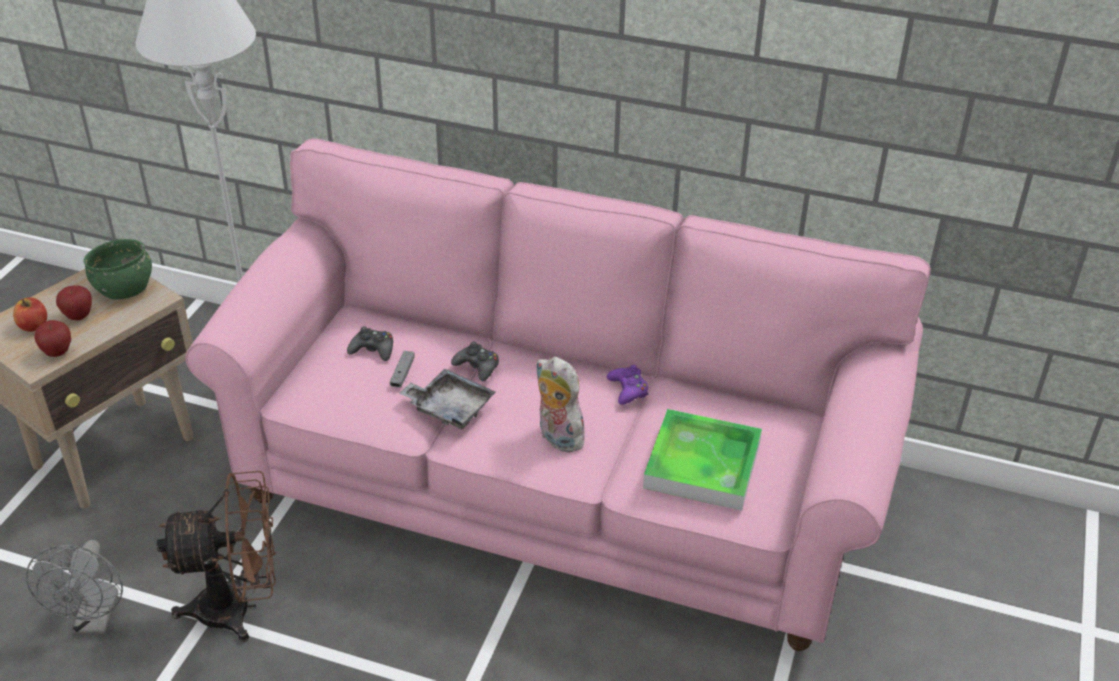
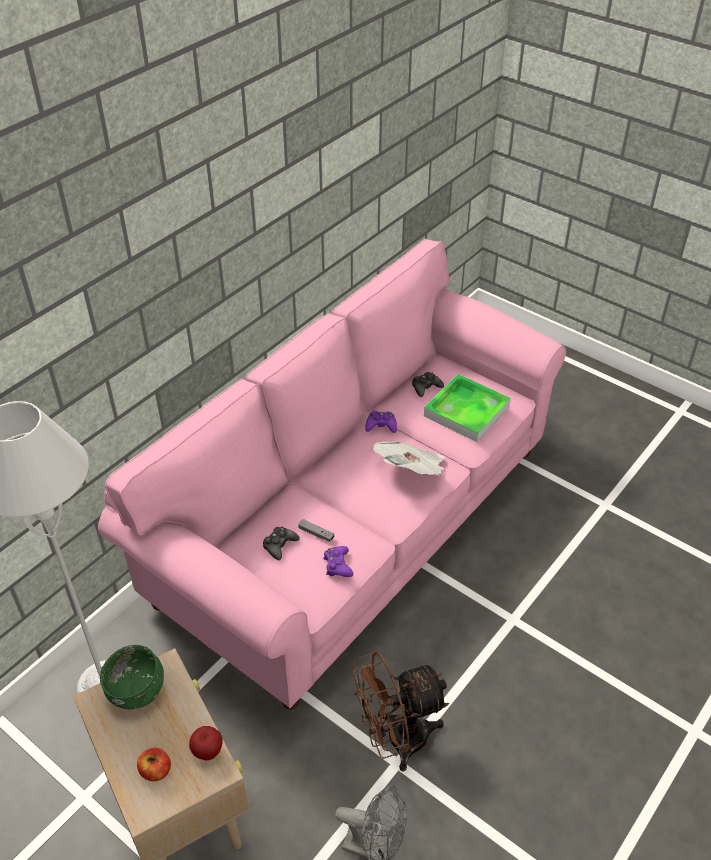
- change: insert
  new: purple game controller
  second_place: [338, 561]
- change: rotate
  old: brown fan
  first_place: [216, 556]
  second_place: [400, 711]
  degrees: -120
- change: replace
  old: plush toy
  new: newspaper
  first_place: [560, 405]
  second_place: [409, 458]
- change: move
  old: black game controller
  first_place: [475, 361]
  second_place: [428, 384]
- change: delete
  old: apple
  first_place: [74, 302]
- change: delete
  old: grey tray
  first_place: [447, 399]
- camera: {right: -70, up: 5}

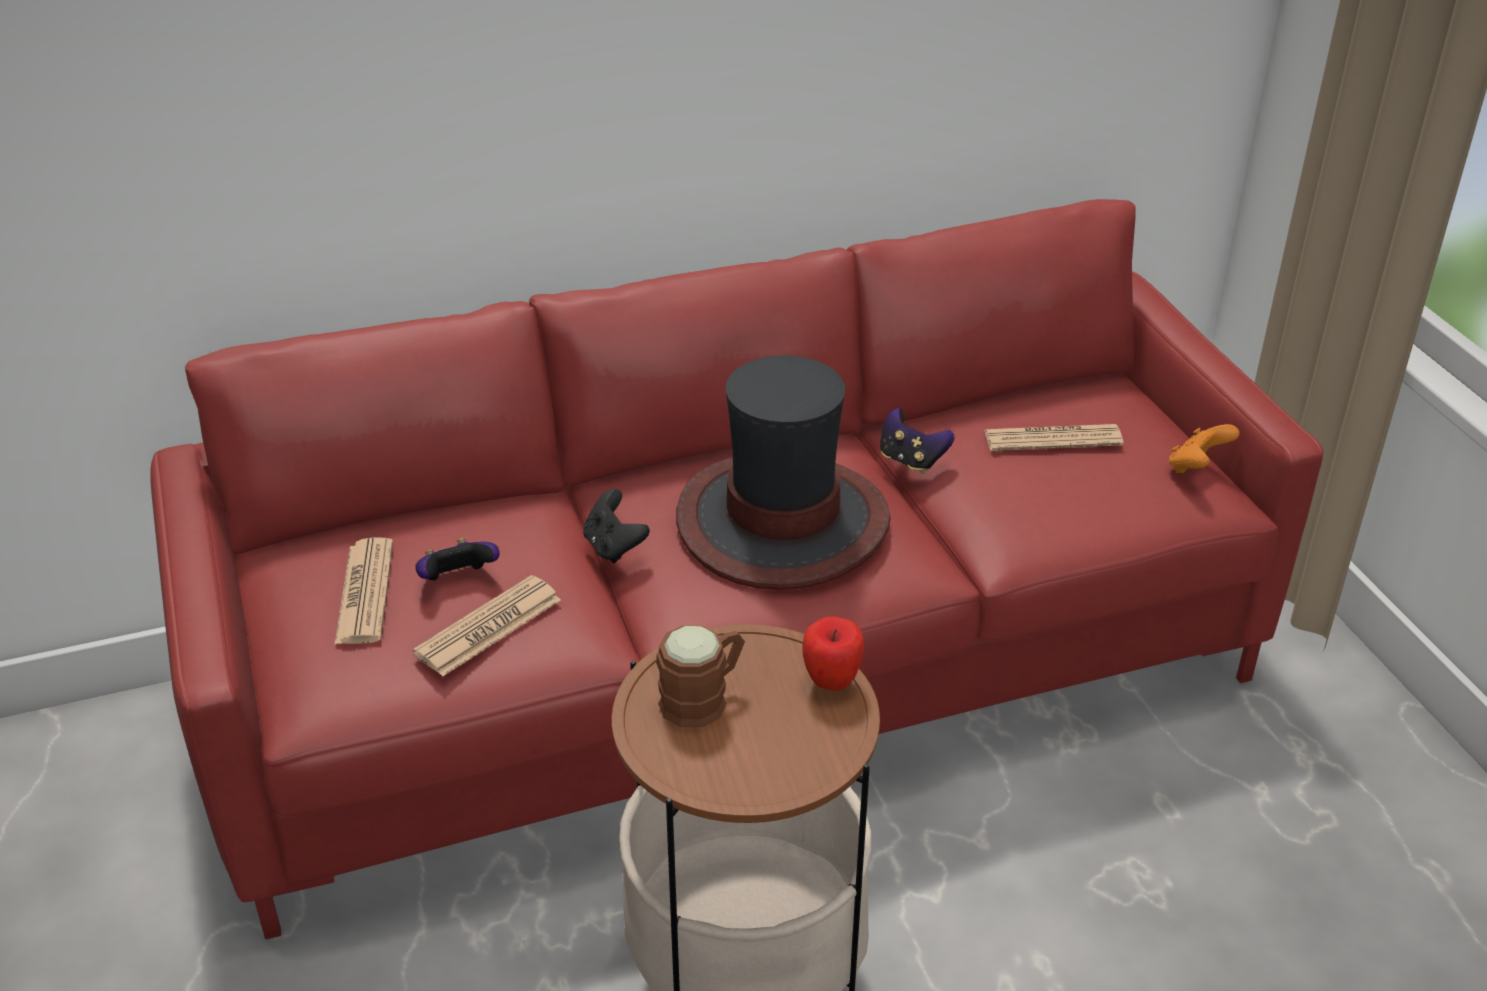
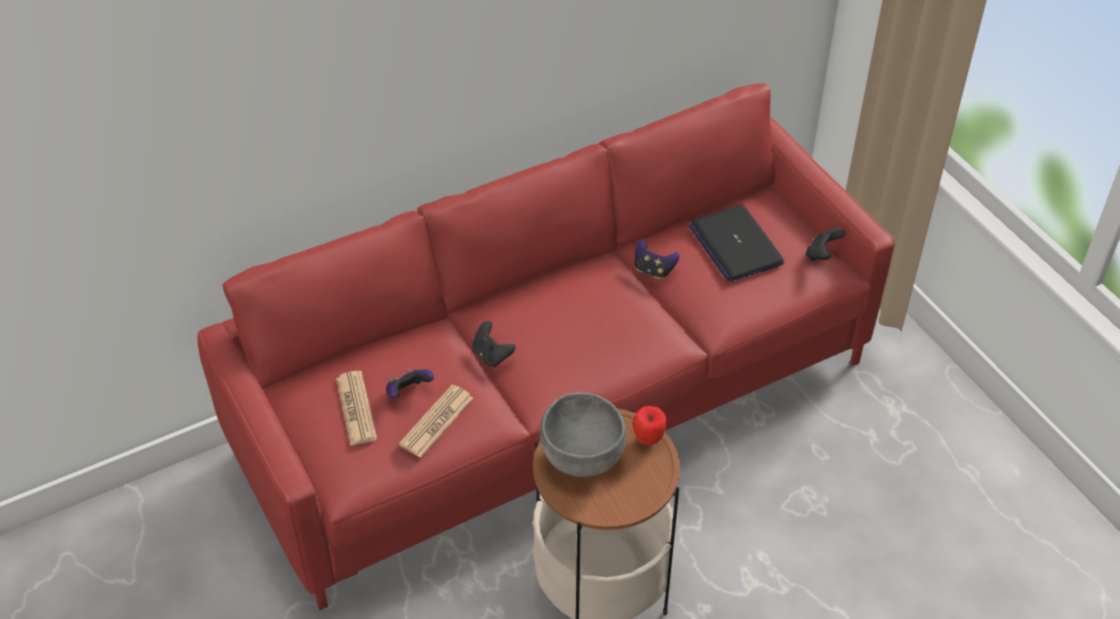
- change: replace
  old: brown mug
  new: grey bowl
  first_place: [700, 676]
  second_place: [583, 434]
- change: replace
  old: newspaper
  new: laptop
  first_place: [1054, 437]
  second_place: [736, 243]
- change: recolor
  old: orange game controller
  new: black game controller
  first_place: [1204, 448]
  second_place: [826, 244]
- change: delete
  old: hat
  first_place: [783, 473]
- camera: {right: -10, up: 10}

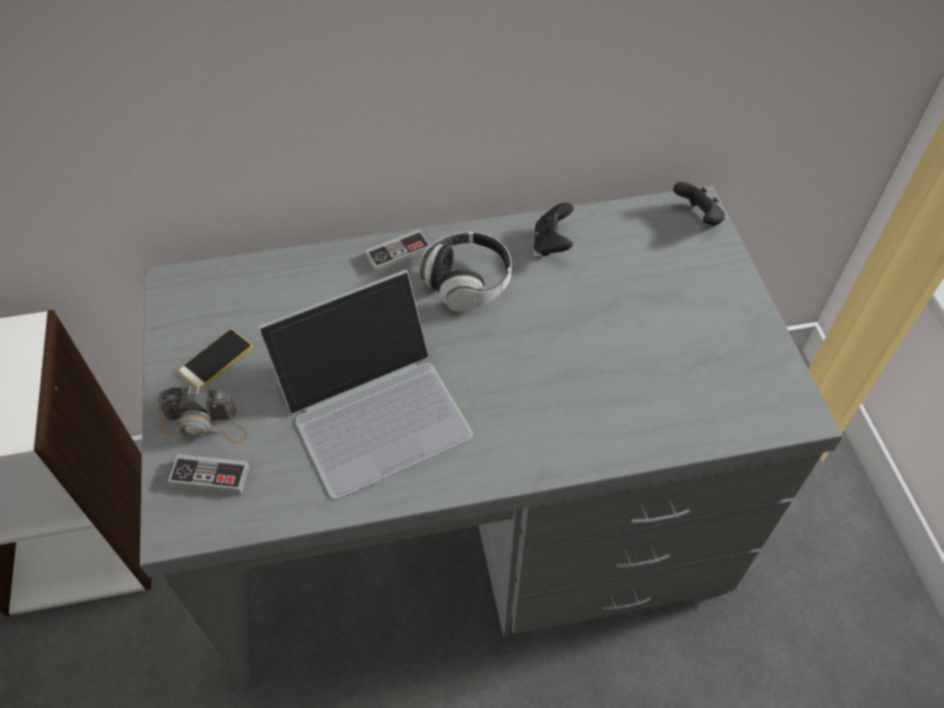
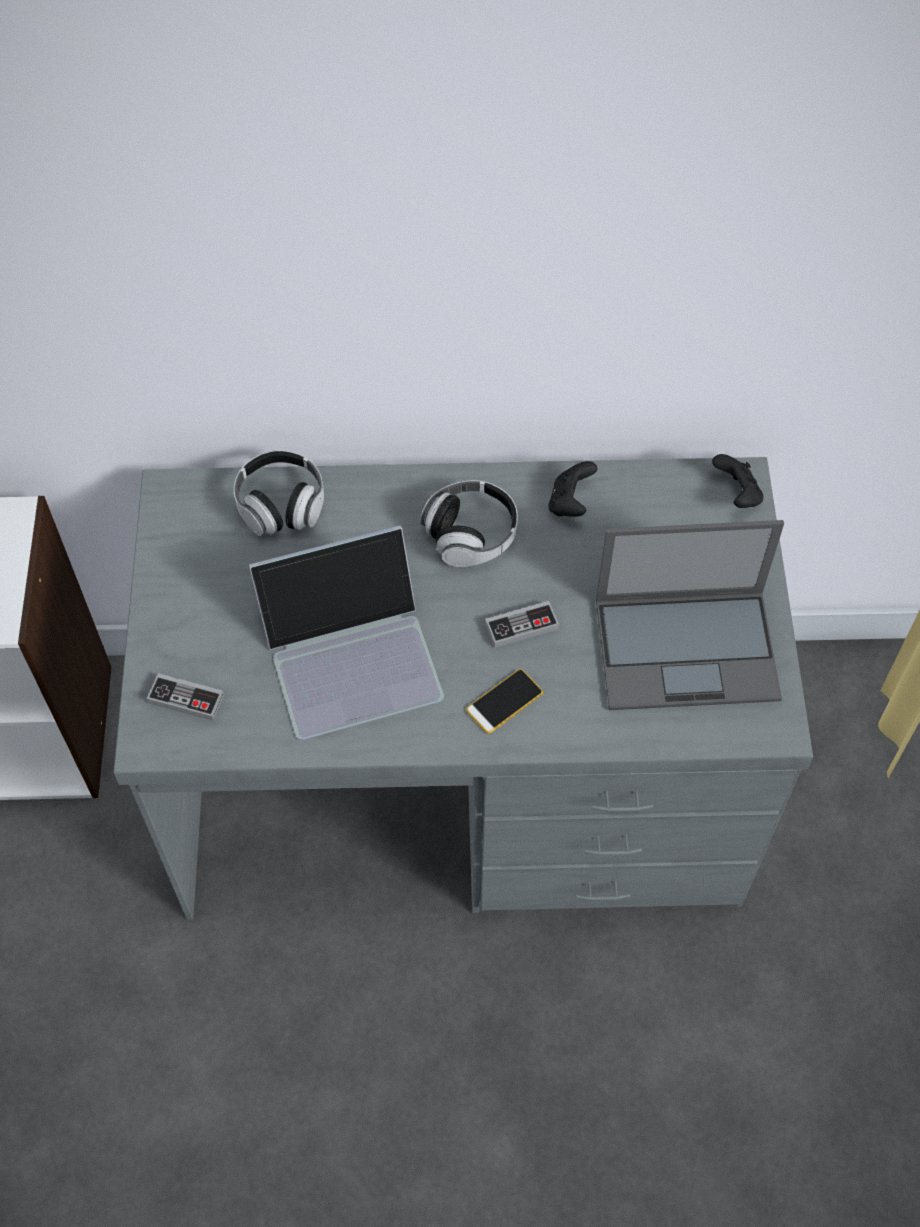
- change: insert
  new: headphones
  second_place: [279, 493]
- change: move
  old: phone
  first_place: [215, 358]
  second_place: [504, 701]
- change: move
  old: game controller
  first_place: [397, 251]
  second_place: [522, 624]
- change: insert
  new: laptop
  second_place: [690, 615]
- change: delete
  old: photo camera
  first_place: [202, 414]
- camera: {right: 10, up: 5}

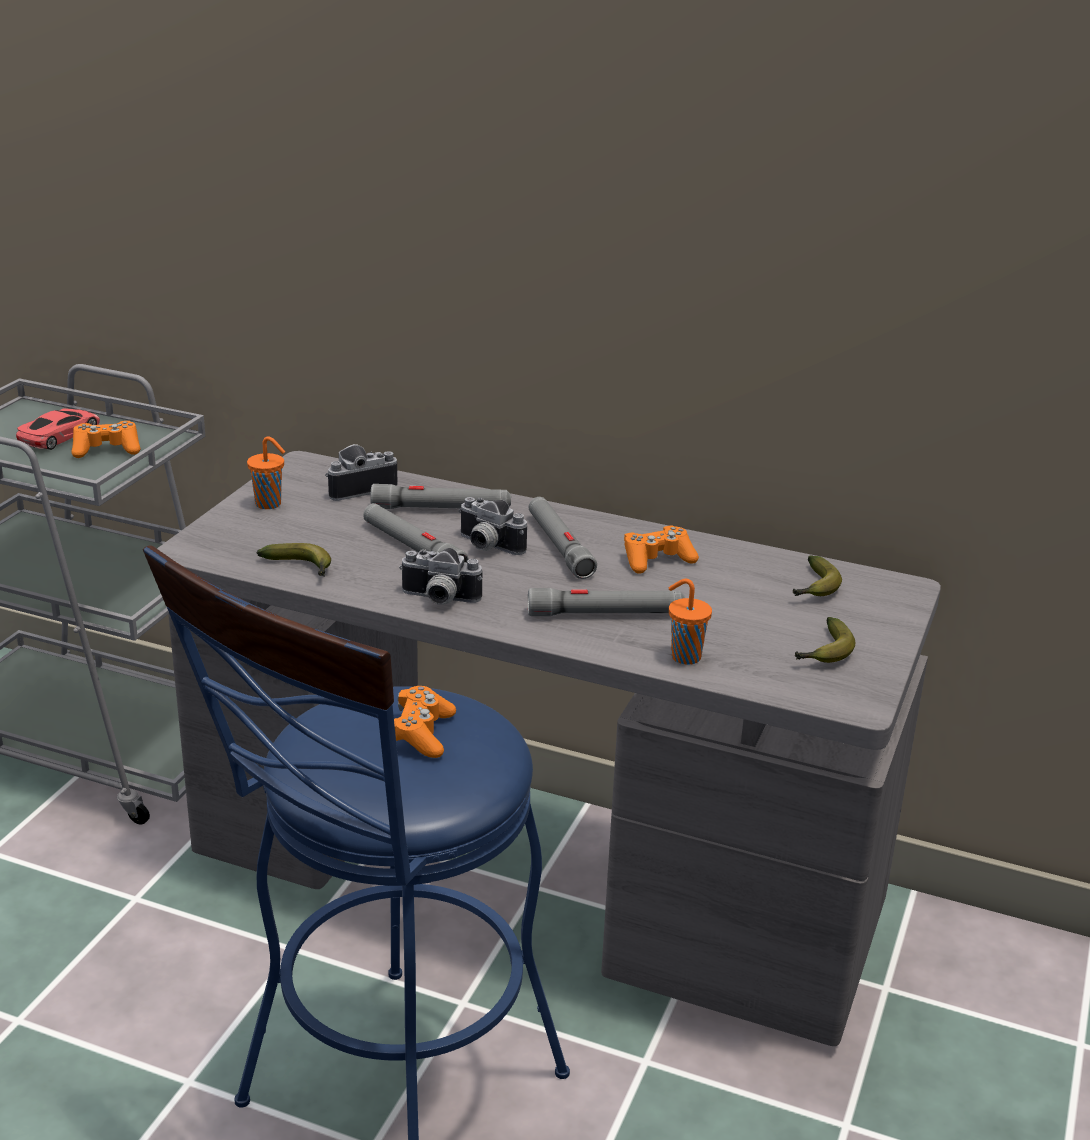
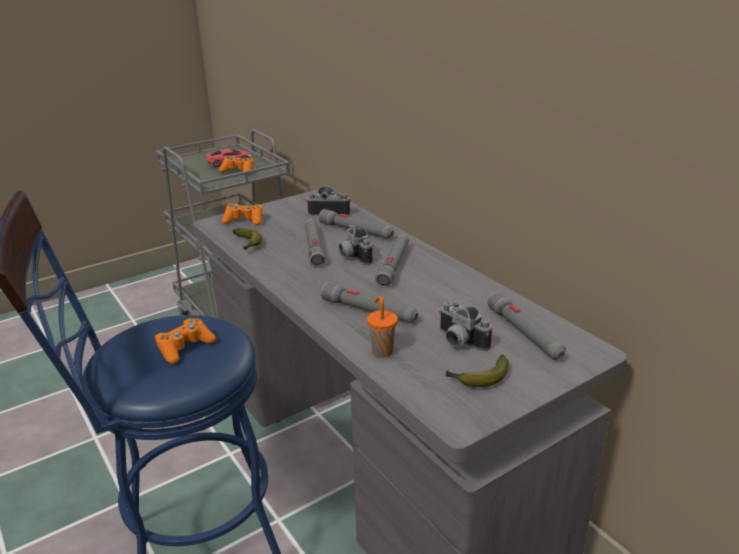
- change: move
  old: orange game controller
  first_place: [661, 549]
  second_place: [242, 214]
- change: move
  old: photo camera
  first_place: [440, 576]
  second_place: [465, 326]
- change: replace
  old: banana
  new: grey flashlight
  first_place: [817, 575]
  second_place: [526, 326]
- change: delete
  old: orange cup
  first_place: [266, 472]
- camera: {right: 35, up: 0}

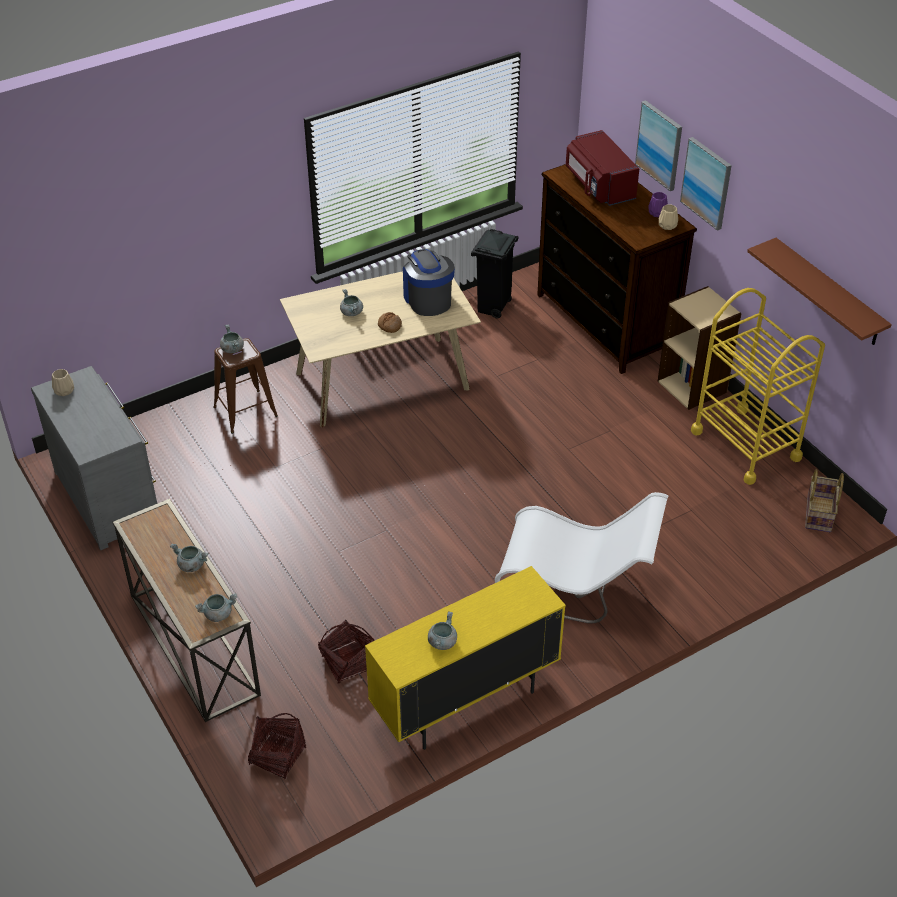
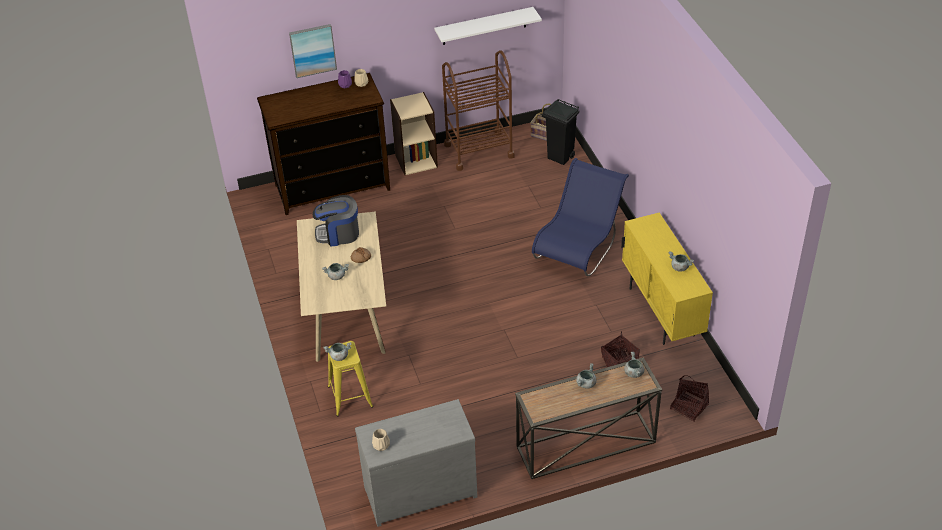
- change: recolor
  old: brown stool
  new: yellow stool
  first_place: [245, 386]
  second_place: [350, 378]
- change: recolor
  old: brown shelf
  new: white shelf
  first_place: [819, 291]
  second_place: [488, 26]
- change: recolor
  old: yellow cart
  new: brown cart
  first_place: [758, 386]
  second_place: [478, 110]
- change: recolor
  old: white chair
  new: blue chair
  first_place: [582, 557]
  second_place: [580, 217]
- change: move
  old: black trash can
  first_place: [495, 274]
  second_place: [561, 132]
- change: delete
  old: red microwave
  first_place: [602, 168]
- change: delete
  old: picture
  first_place: [706, 184]
- camera: {right: -75, up: 0}

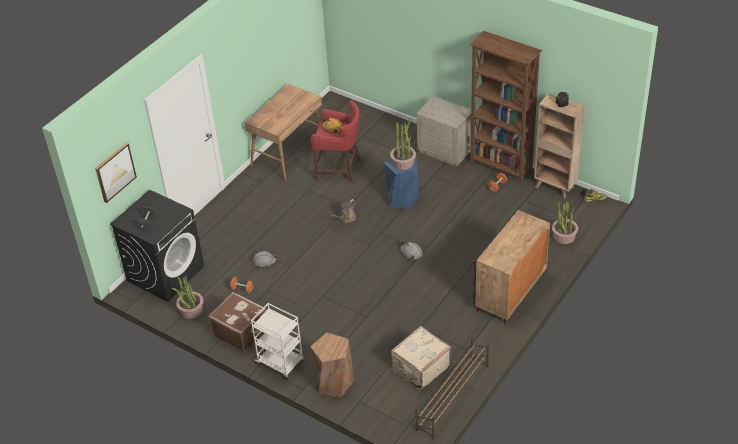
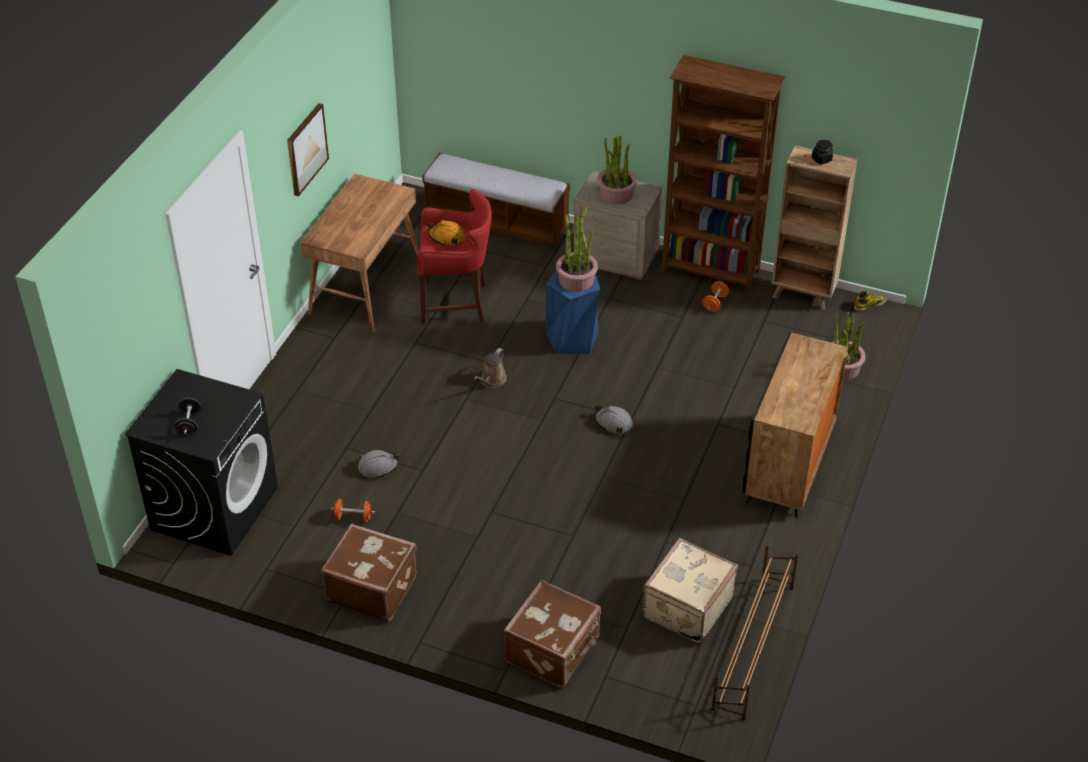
- change: move
  old: picture
  first_place: [116, 173]
  second_place: [308, 149]
- change: insert
  new: bench
  second_place: [496, 199]
- change: replace
  old: brown stool
  new: brown suitcase
  first_place: [332, 364]
  second_place: [552, 633]
- change: move
  old: potted plant
  first_place: [187, 297]
  second_place: [617, 170]
- change: delete
  old: white cart
  first_place: [277, 341]
- camera: {right: -15, up: 0}

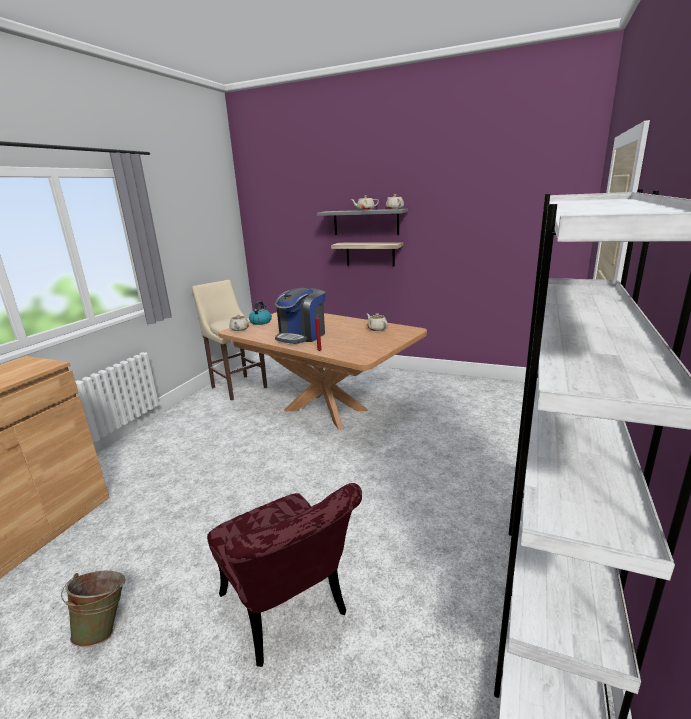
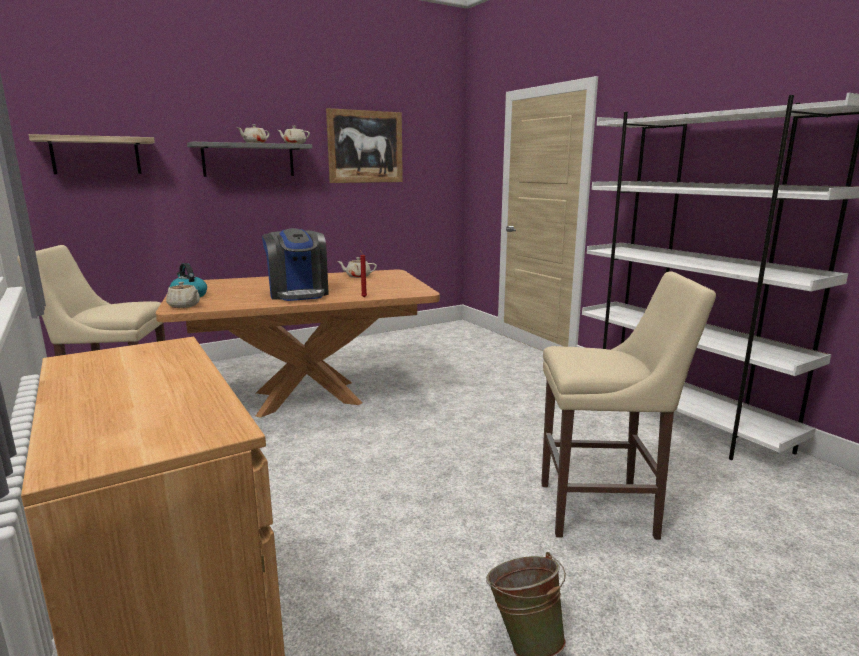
- change: move
  old: shelf
  first_place: [367, 254]
  second_place: [91, 154]
- change: insert
  new: picture
  second_place: [364, 145]
- change: replace
  old: red chair
  new: beige stool
  first_place: [284, 575]
  second_place: [628, 405]
- camera: {right: -55, up: -5}

